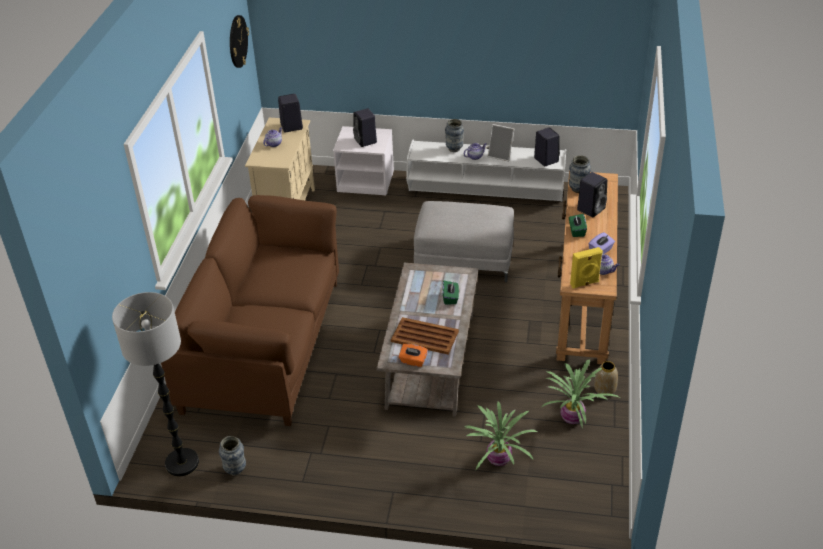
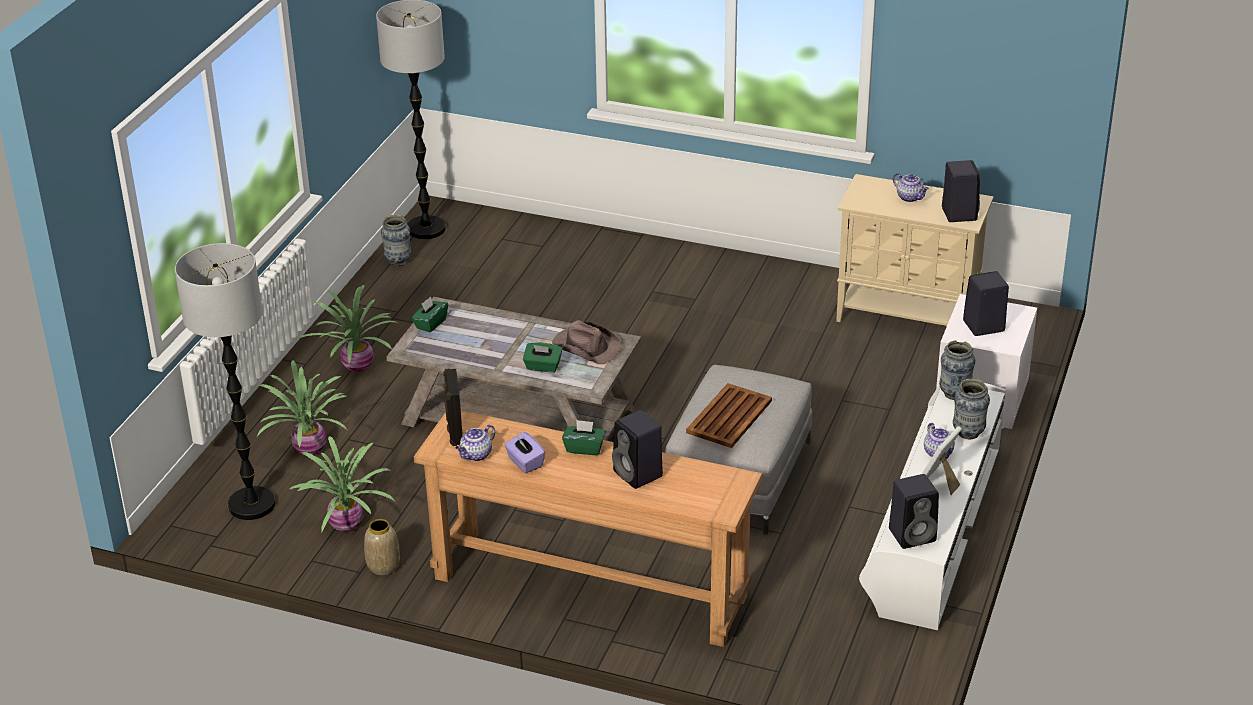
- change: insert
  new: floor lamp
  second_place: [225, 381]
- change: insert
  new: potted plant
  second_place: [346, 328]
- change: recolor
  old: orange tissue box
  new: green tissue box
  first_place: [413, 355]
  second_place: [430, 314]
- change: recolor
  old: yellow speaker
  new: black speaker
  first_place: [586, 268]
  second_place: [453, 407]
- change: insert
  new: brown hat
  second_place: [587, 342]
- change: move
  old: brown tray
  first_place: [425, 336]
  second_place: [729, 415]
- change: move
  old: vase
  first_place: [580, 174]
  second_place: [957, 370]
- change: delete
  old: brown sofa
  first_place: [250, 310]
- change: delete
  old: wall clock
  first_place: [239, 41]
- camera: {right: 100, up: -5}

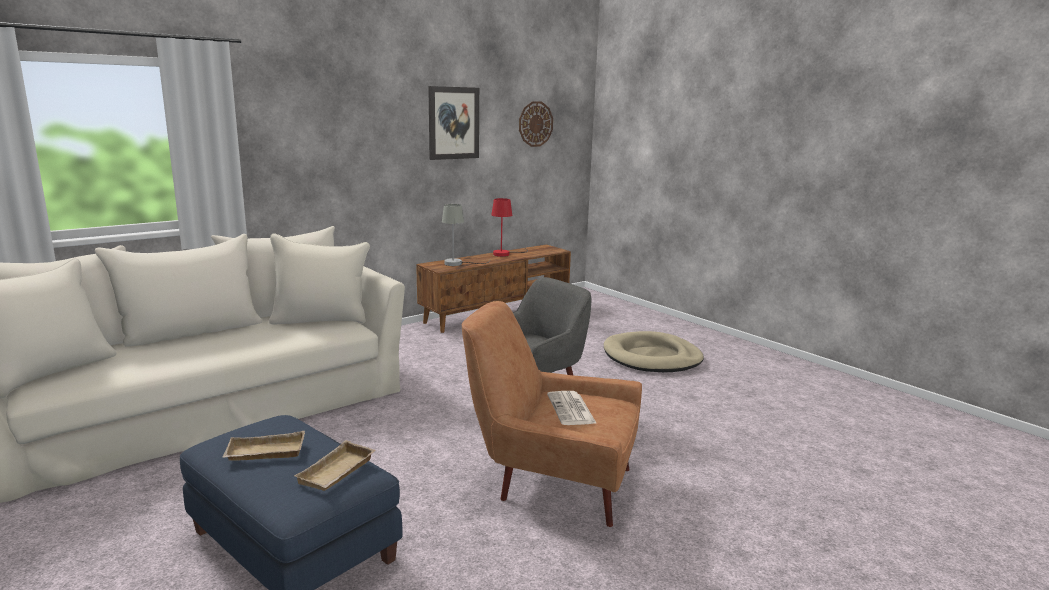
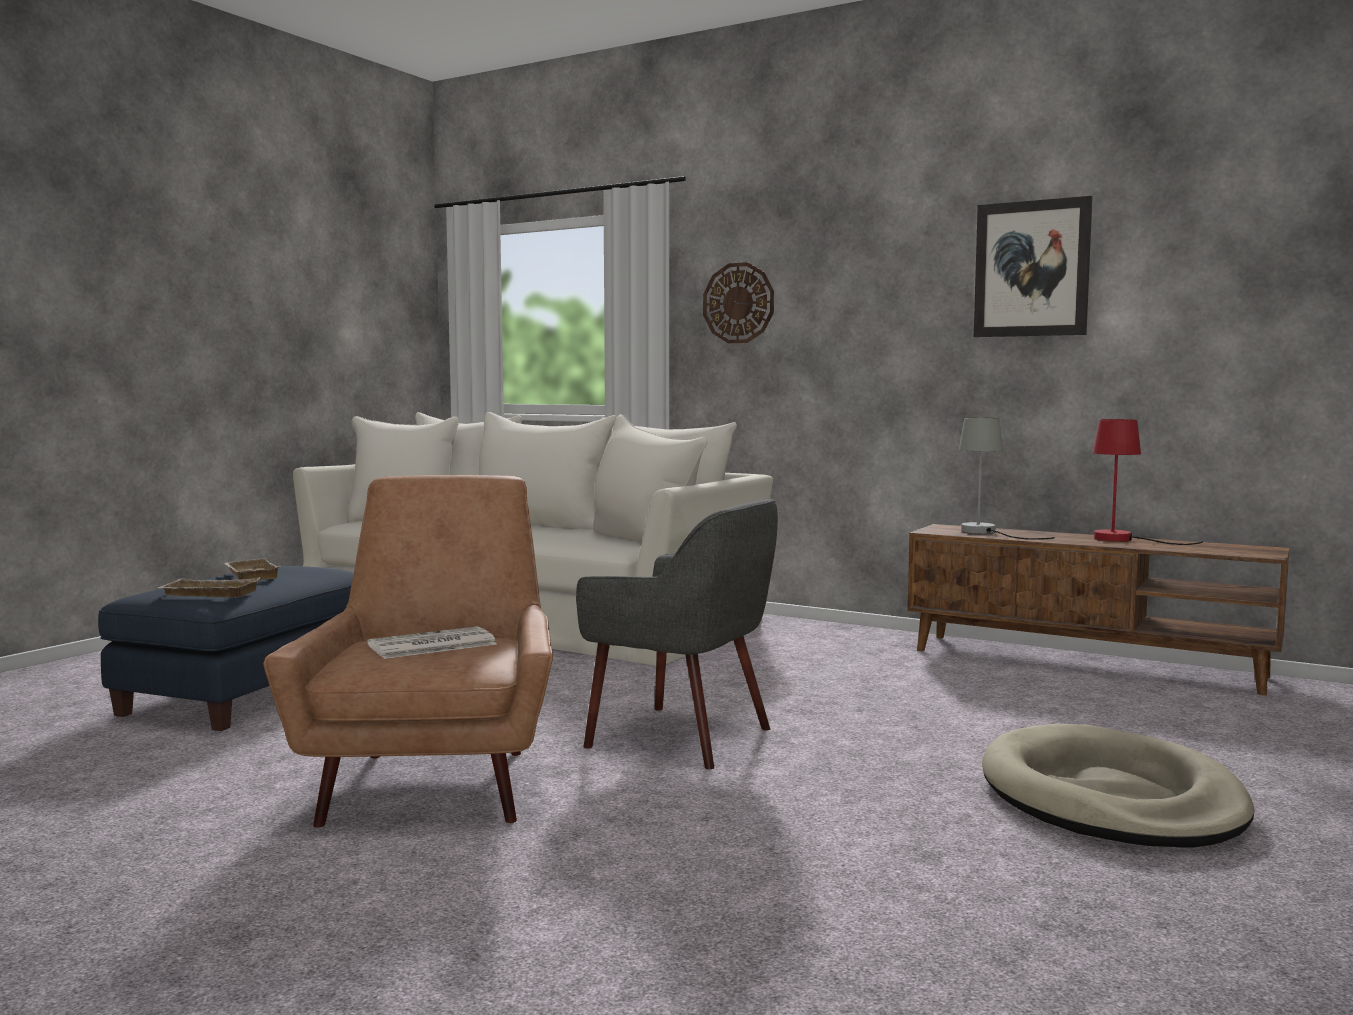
- change: move
  old: wall clock
  first_place: [536, 124]
  second_place: [738, 302]
- camera: {right: 70, up: -10}

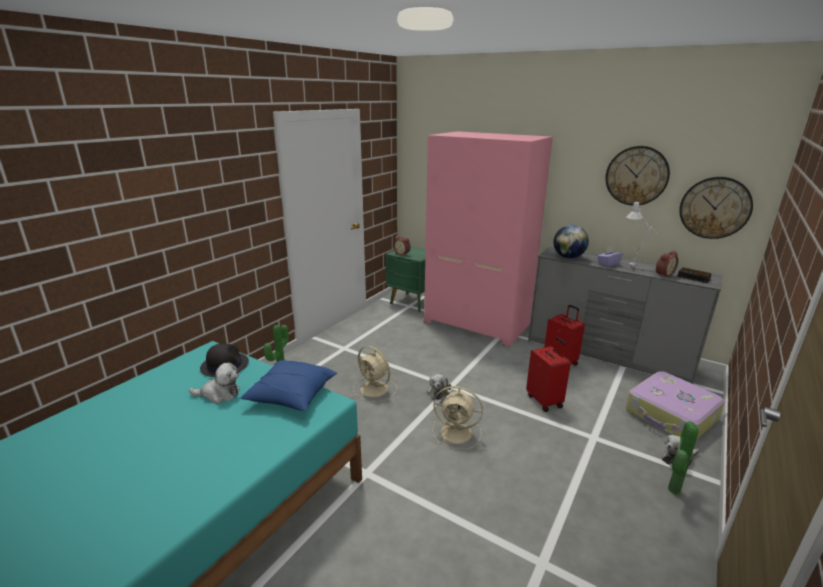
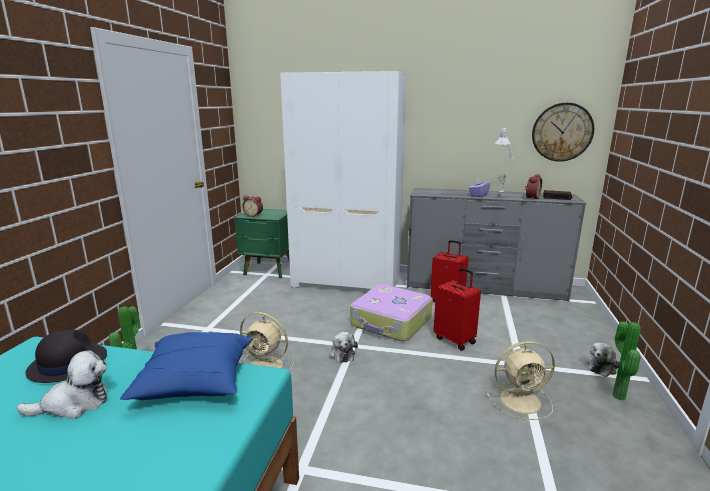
- change: recolor
  old: pink wardrobe
  new: white wardrobe
  first_place: [488, 239]
  second_place: [343, 180]
- change: move
  old: suitcase
  first_place: [675, 405]
  second_place: [391, 312]
- change: move
  old: beige fan
  first_place: [457, 418]
  second_place: [521, 380]
- change: delete
  old: globe
  first_place: [571, 242]
- change: delete
  old: wall clock
  first_place: [638, 176]
- camera: {right: -20, up: -5}

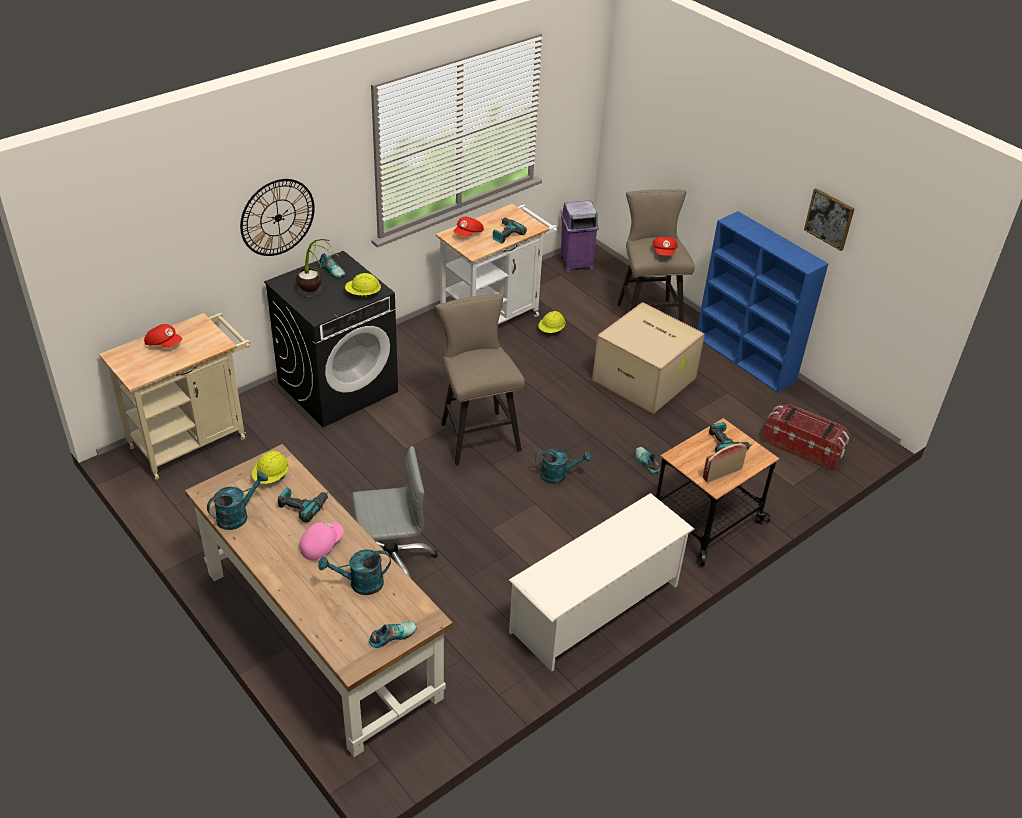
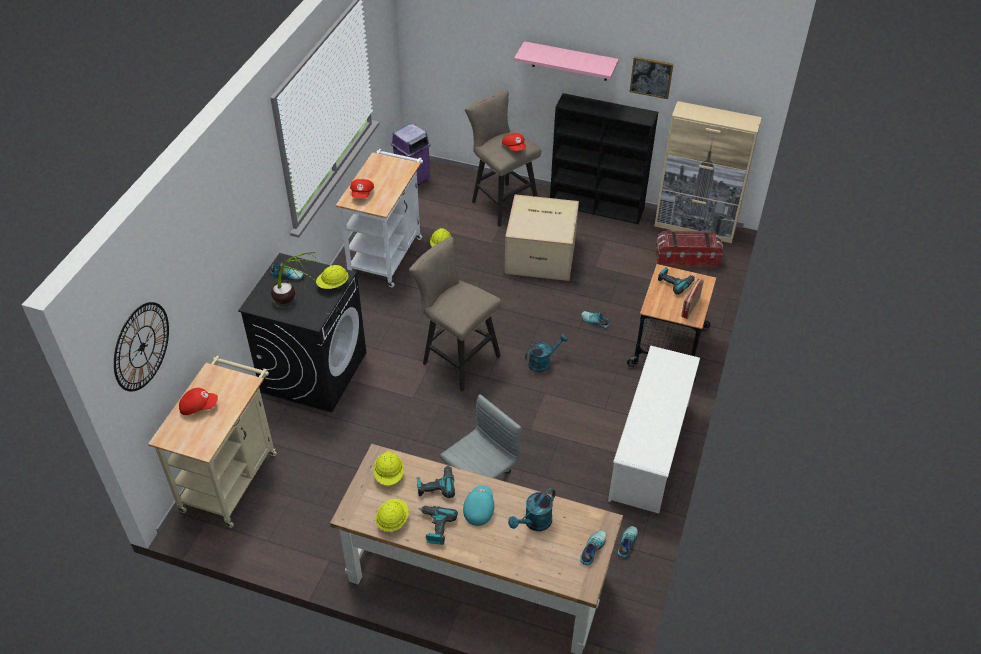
- change: move
  old: wall clock
  first_place: [277, 217]
  second_place: [141, 347]
- change: replace
  old: turquoise watering can
  new: yellow hard hat
  first_place: [237, 500]
  second_place: [392, 515]
- change: move
  old: power drill
  first_place: [510, 231]
  second_place: [438, 525]
- change: recolor
  old: pink cap
  new: turquoise cap
  first_place: [322, 541]
  second_place: [478, 505]
- change: insert
  new: pink shelf
  second_place: [566, 61]
- change: recolor
  old: blue bookcase
  new: black bookcase
  first_place: [763, 302]
  second_place: [604, 158]
- change: insert
  new: shoe
  second_place: [628, 542]
- change: insert
  new: beige cabinet
  second_place: [708, 172]
- camera: {right: -30, up: 5}

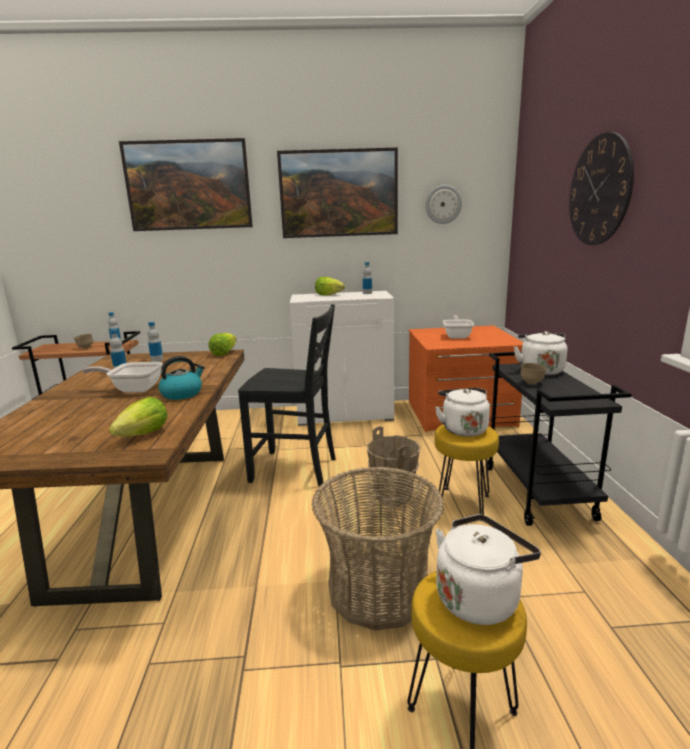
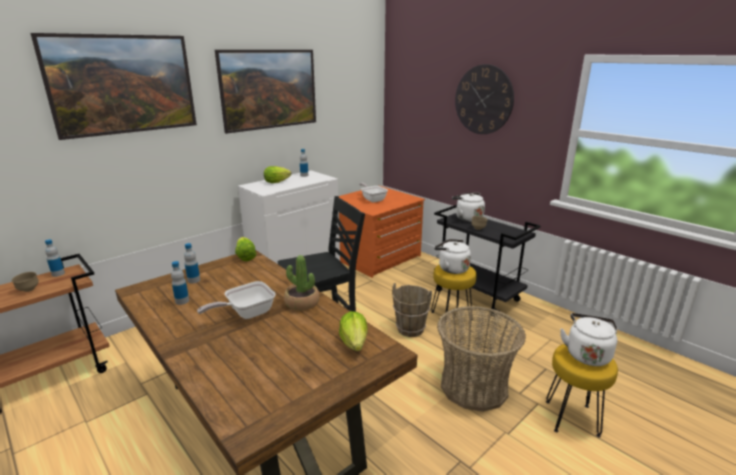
- change: replace
  old: kettle
  new: potted plant
  first_place: [181, 378]
  second_place: [301, 283]
- change: delete
  old: wall clock
  first_place: [443, 204]
- camera: {right: -40, up: 5}

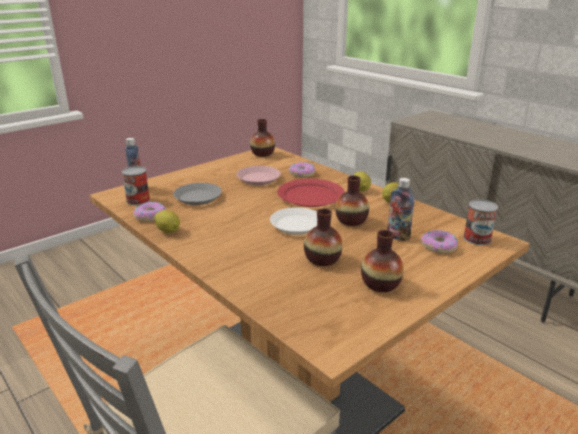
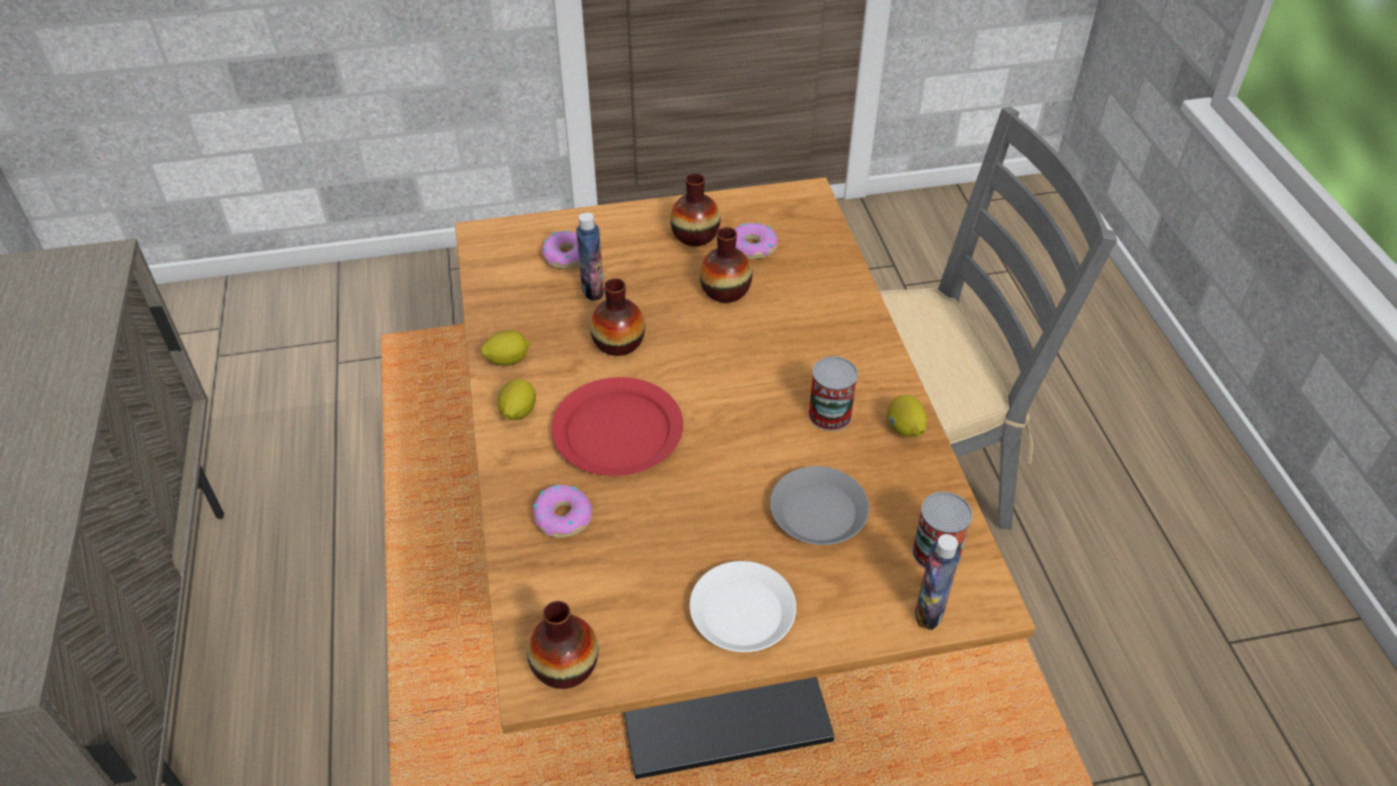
- change: move
  old: white plate
  first_place: [293, 221]
  second_place: [743, 606]
- change: move
  old: donut
  first_place: [149, 212]
  second_place: [756, 240]
- change: move
  old: can
  first_place: [480, 222]
  second_place: [833, 393]
- change: delete
  old: pink plate
  first_place: [259, 175]
- camera: {right: -150, up: 20}

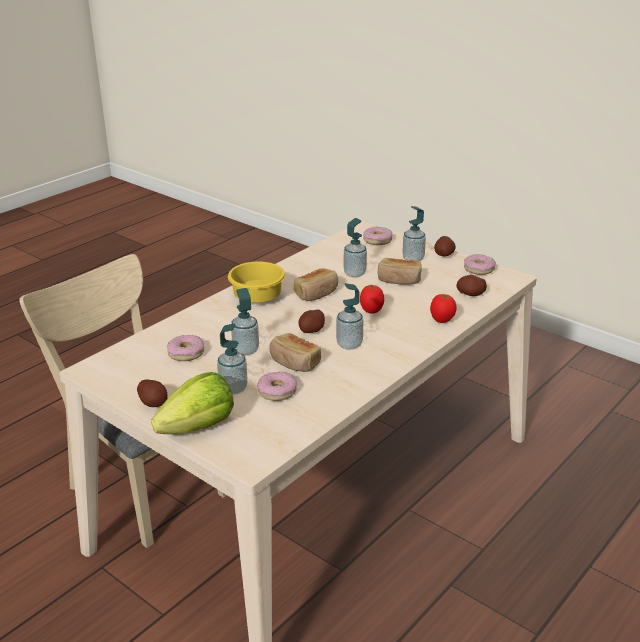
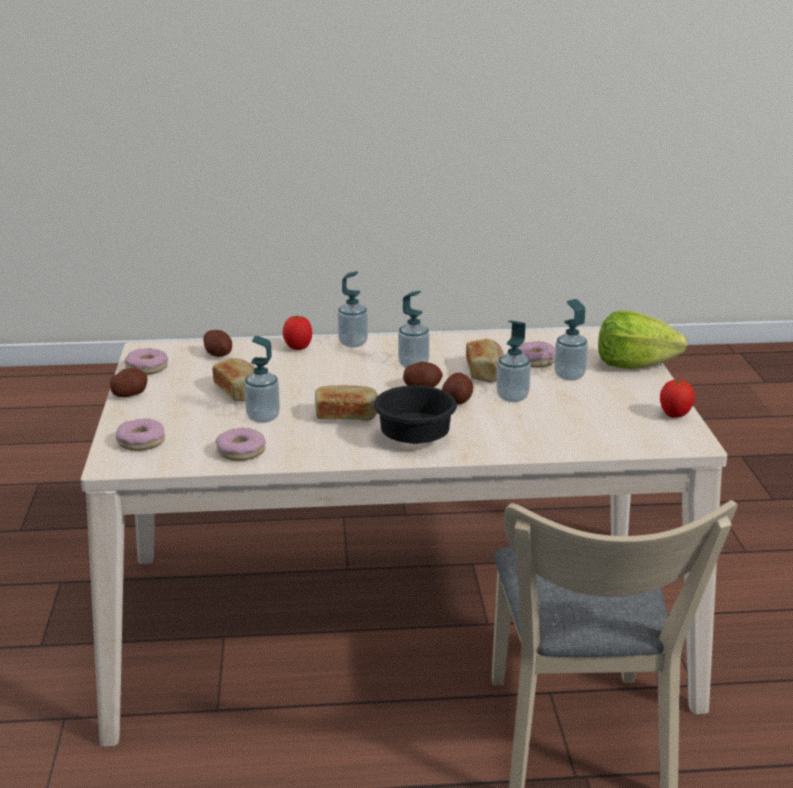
- change: move
  old: donut
  first_place: [185, 348]
  second_place: [240, 444]
- change: move
  old: soap dispenser
  first_place: [414, 233]
  second_place: [353, 309]
- change: recolor
  old: yellow bowl
  new: black bowl
  first_place: [256, 281]
  second_place: [415, 414]
- change: move
  old: potato
  first_place: [152, 393]
  second_place: [458, 388]
- change: move
  old: tomato
  first_place: [372, 299]
  second_place: [677, 398]
- camera: {right: -135, up: -5}

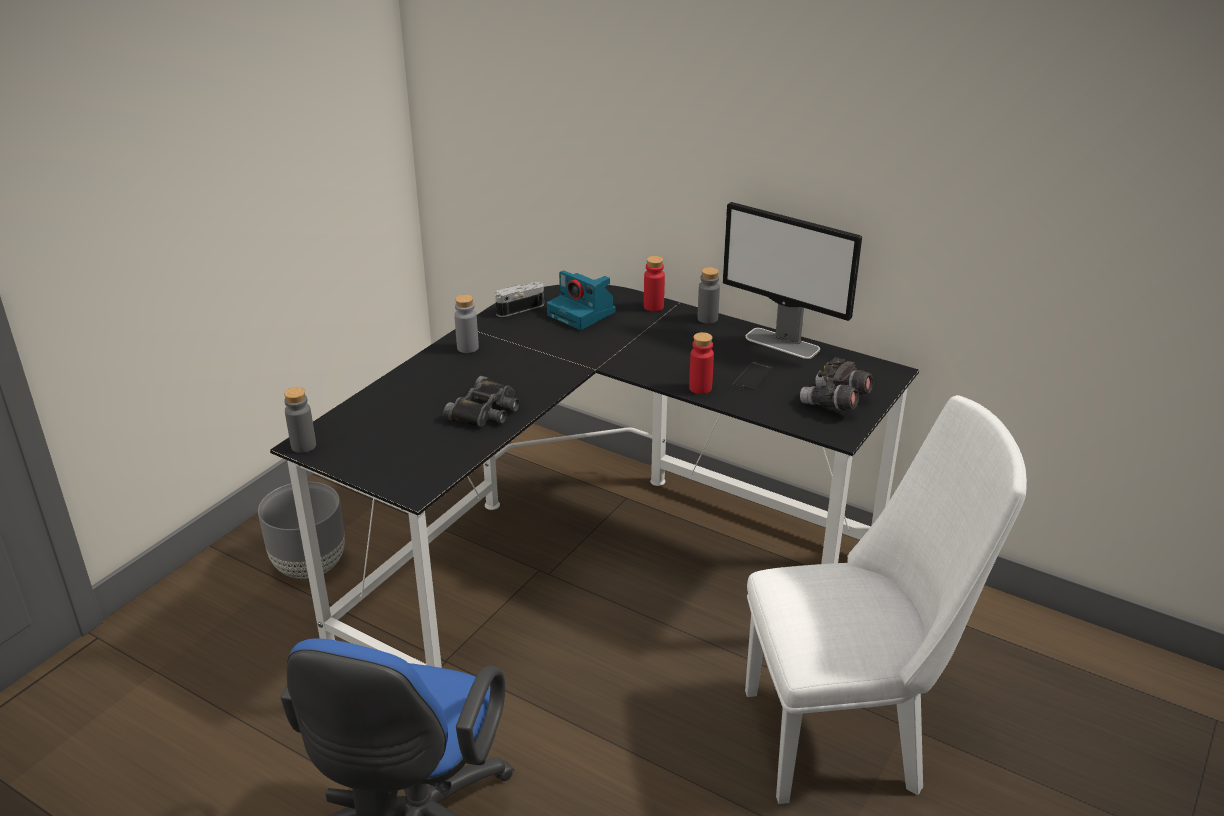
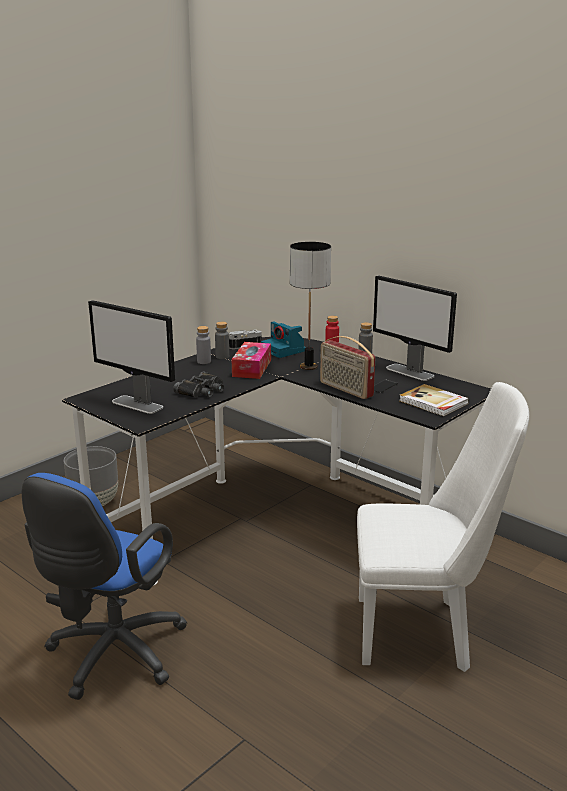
- change: insert
  new: monitor
  second_place: [131, 357]
- change: move
  old: grey bottle
  first_place: [300, 420]
  second_place: [222, 340]
- change: insert
  new: tissue box
  second_place: [251, 360]
- change: insert
  new: table lamp
  second_place: [310, 306]
- change: replace
  old: red bottle
  new: radio
  first_place: [701, 363]
  second_place: [347, 367]
- change: replace
  old: grey binoculars
  new: book
  first_place: [837, 383]
  second_place: [434, 400]
- camera: {right: 10, up: -10}

